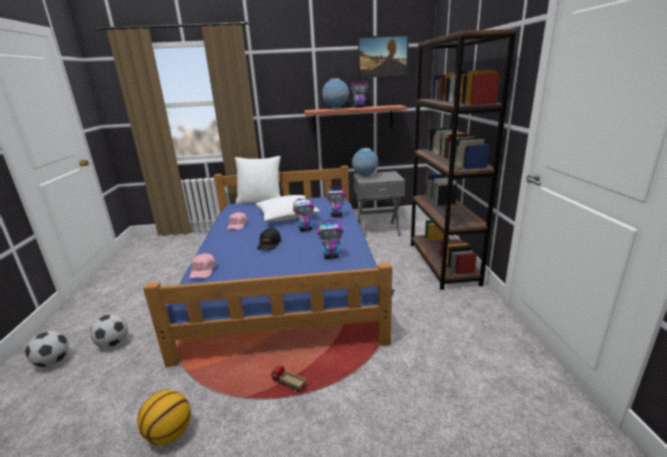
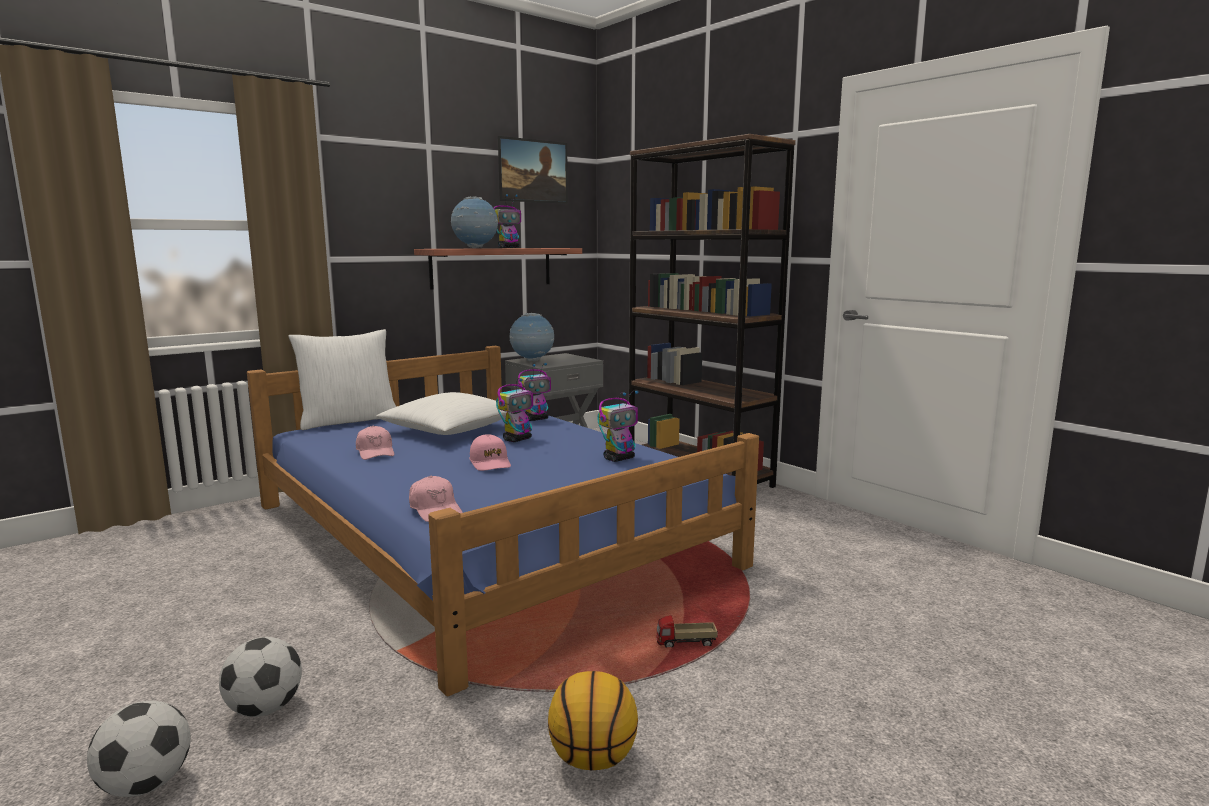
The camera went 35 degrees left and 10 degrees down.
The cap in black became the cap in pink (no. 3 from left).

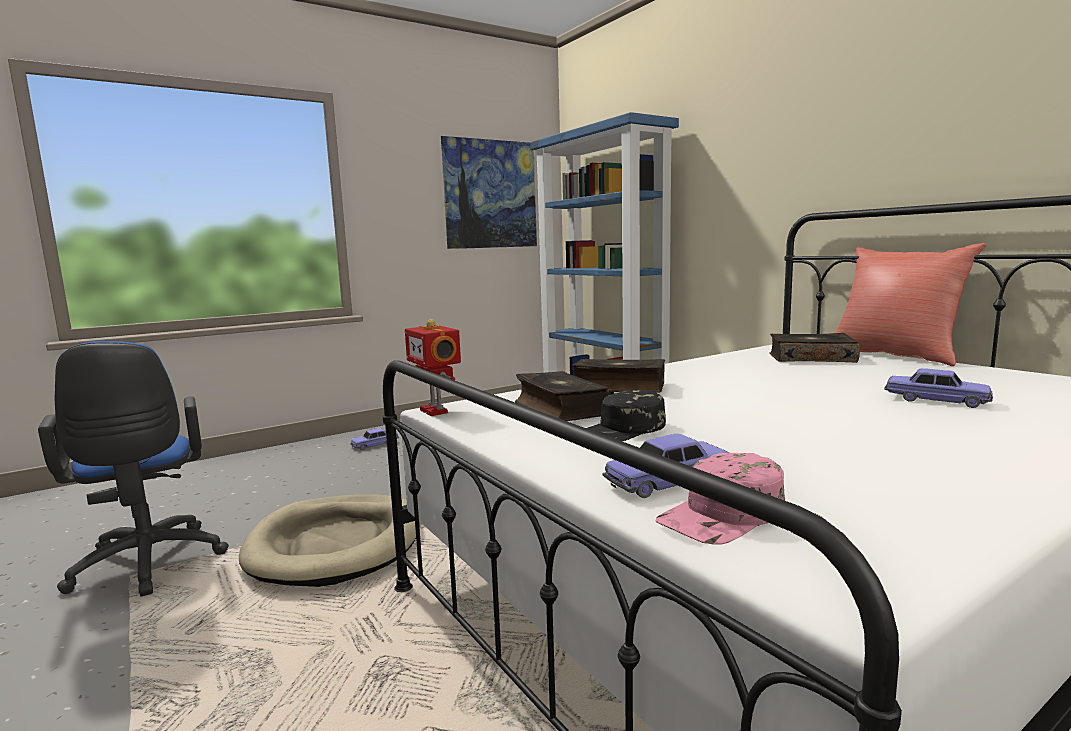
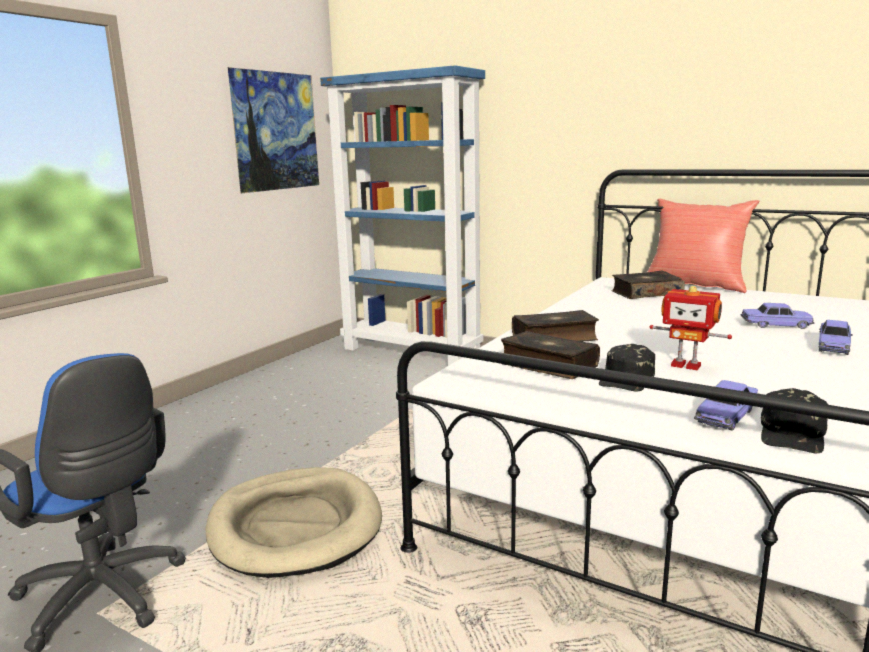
The camera went 25 degrees left and 5 degrees up.
The toy car (no. 1 from left in the first image) moved.
The toy robot moved.
The cap in pink became the cap in black (no. 2 from left).

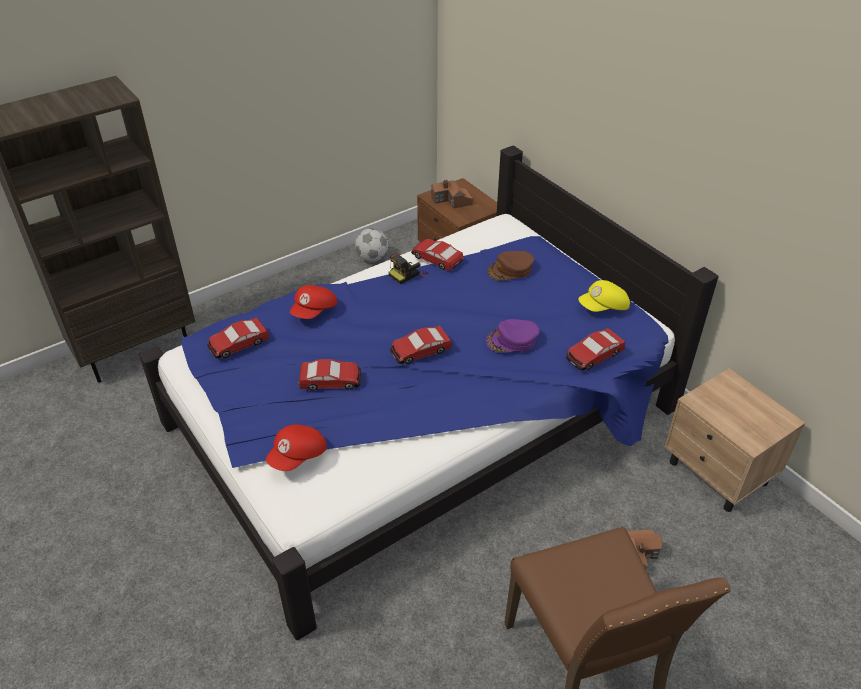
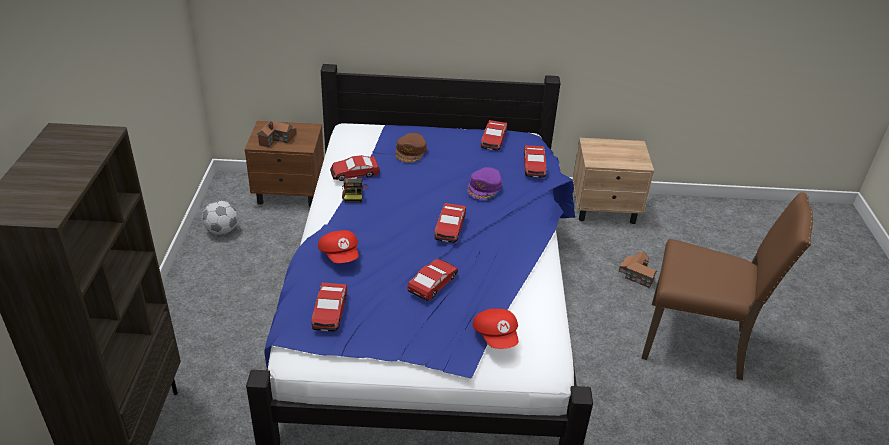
The camera went 55 degrees left and 5 degrees down.
The cap in yellow was replaced by the toy car (no. 5 from left).

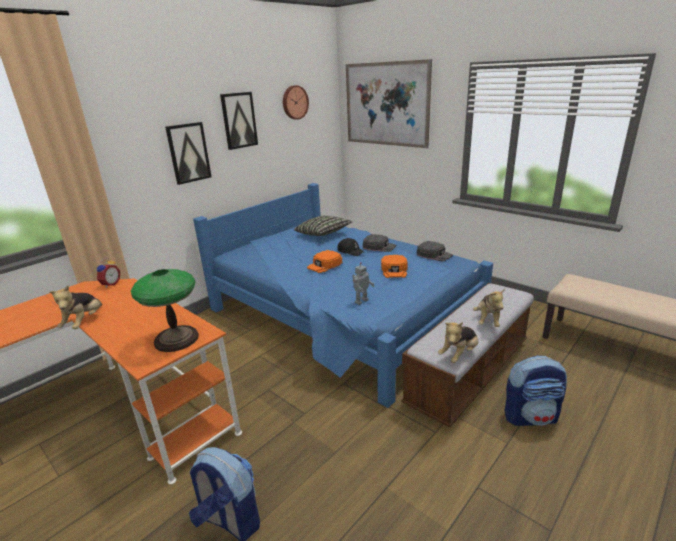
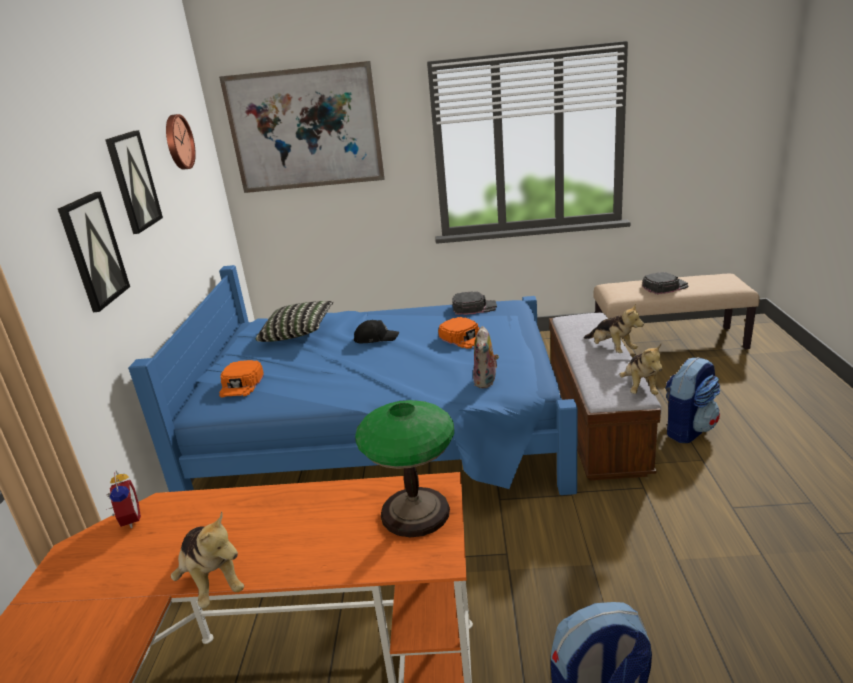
The camera went 40 degrees left and 0 degrees up.
The cap in orange (no. 1 from left) moved.
The toy robot was replaced by the plush toy (no. 2 from left).
The cap in black (no. 2 from left in the first image) moved.

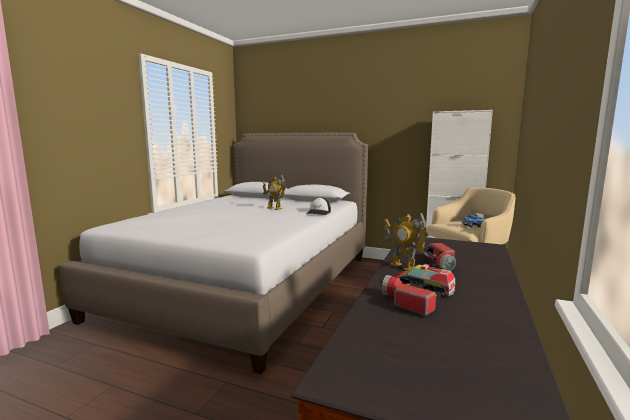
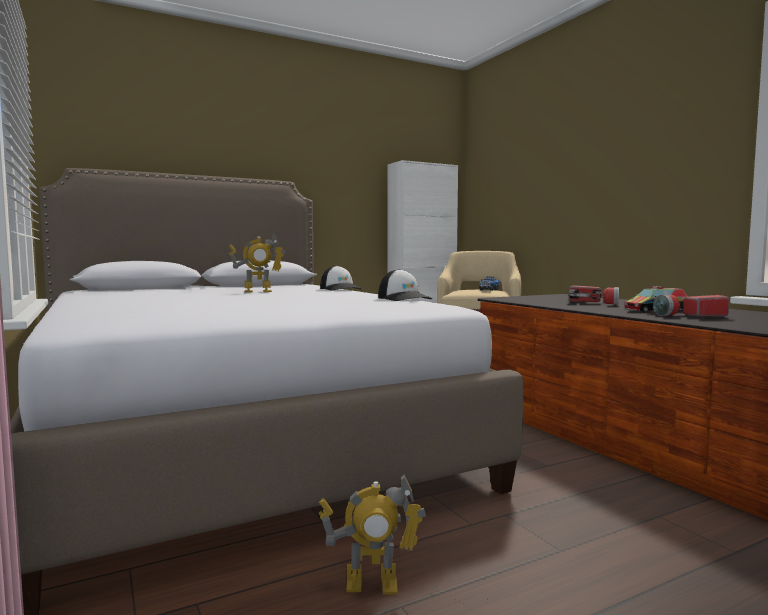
The camera went 50 degrees left and 5 degrees down.
The toy robot (no. 2 from left) moved.
The cap (no. 2 from left) appeared.

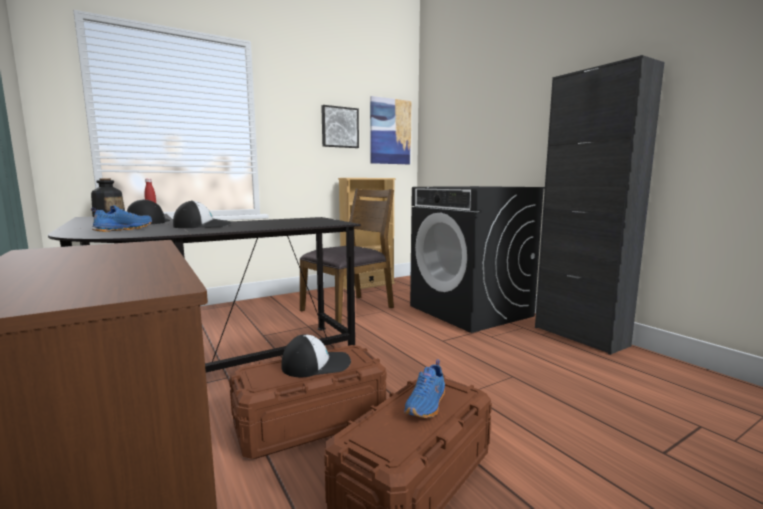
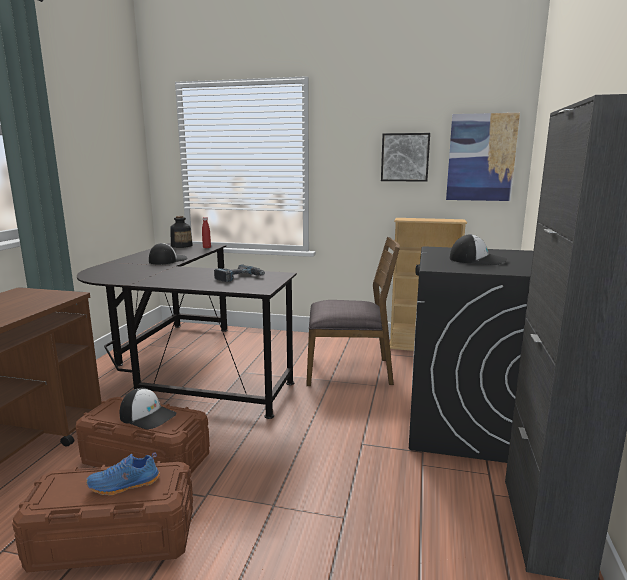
The camera went 45 degrees right and 5 degrees up.
The shoe in blue (no. 1 from left) disappeared.
The cap (no. 2 from left in the first image) moved.
The power drill appeared.

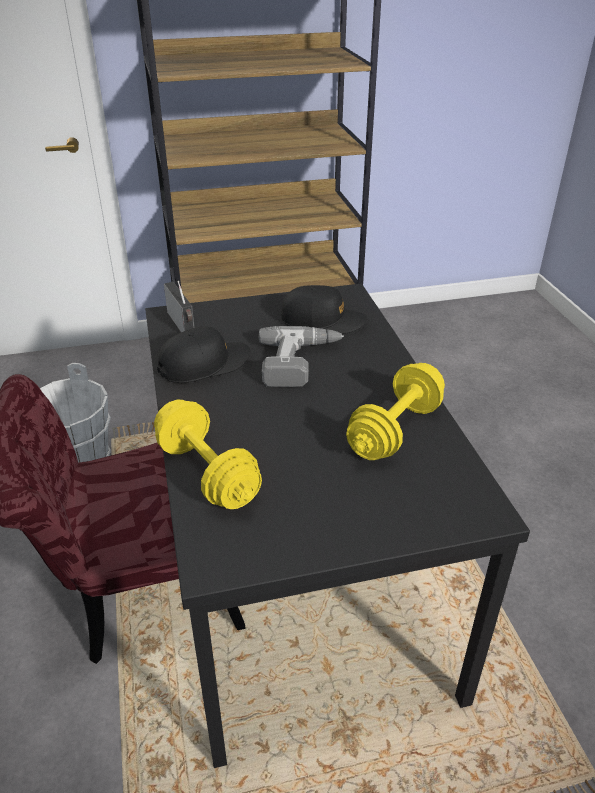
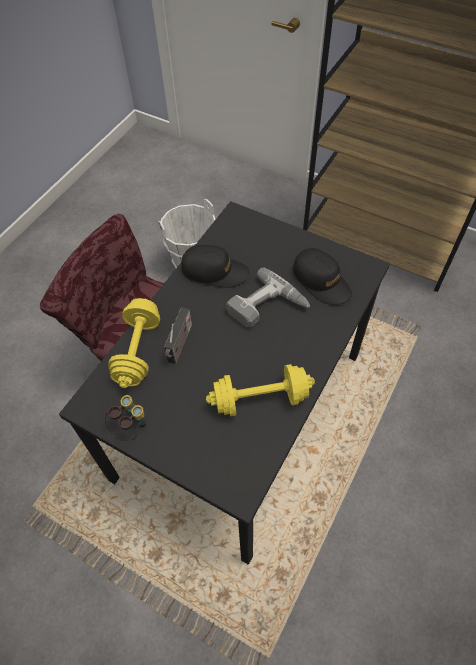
The camera went 45 degrees right and 20 degrees up.
The radio moved.
The binoculars appeared.

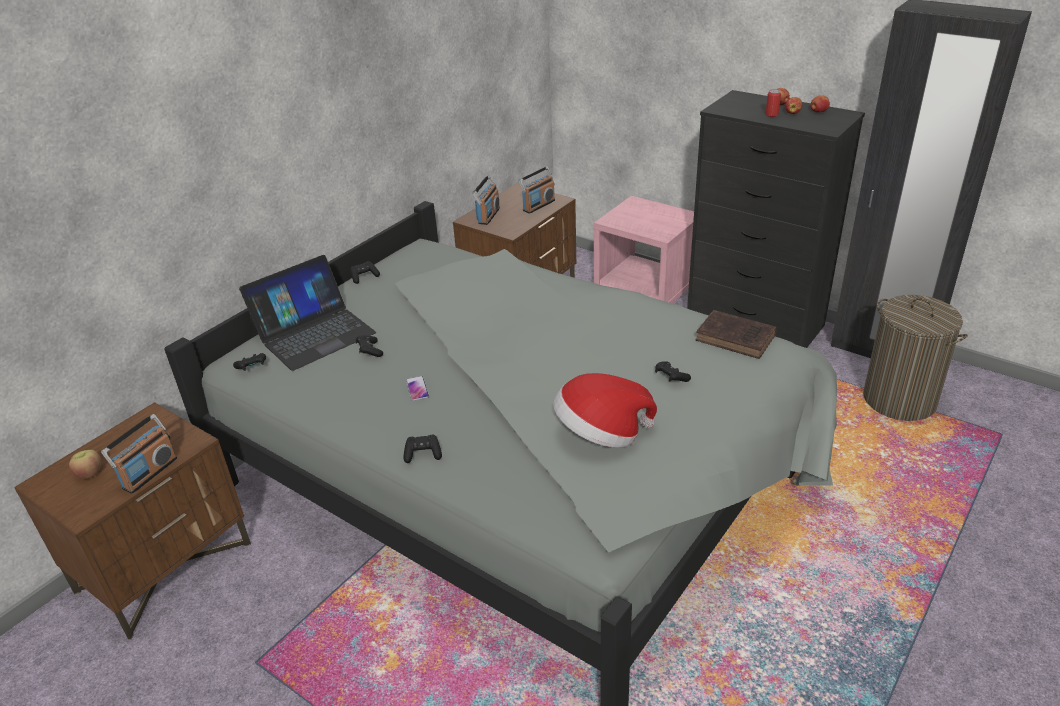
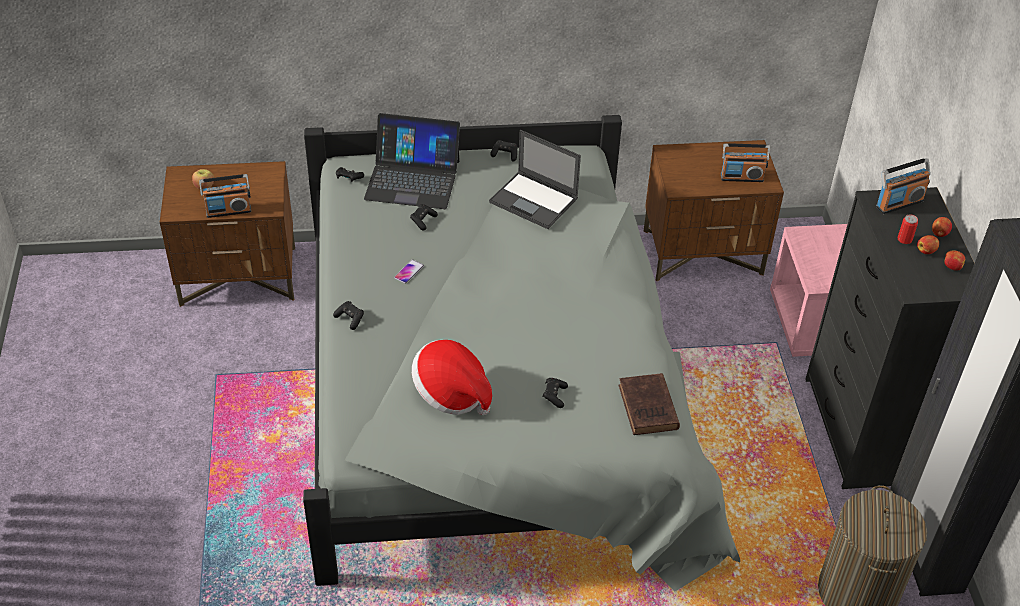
The camera went 45 degrees right and 10 degrees up.
The radio (no. 2 from left in the first image) moved.
The laptop (no. 2 from left) appeared.

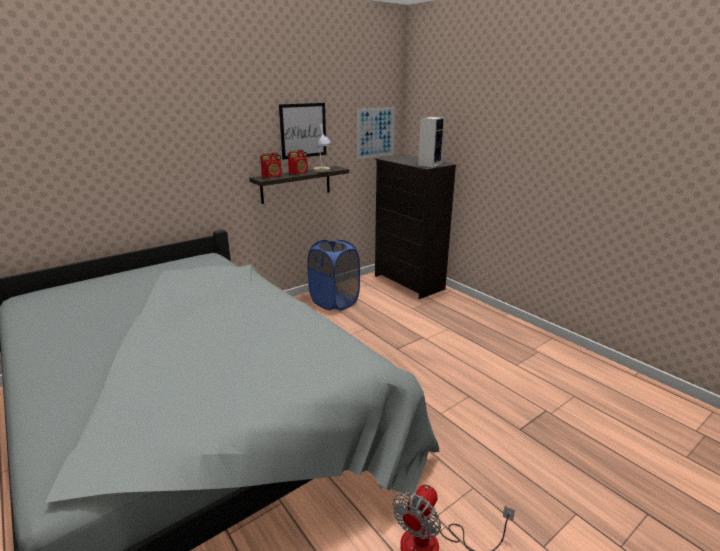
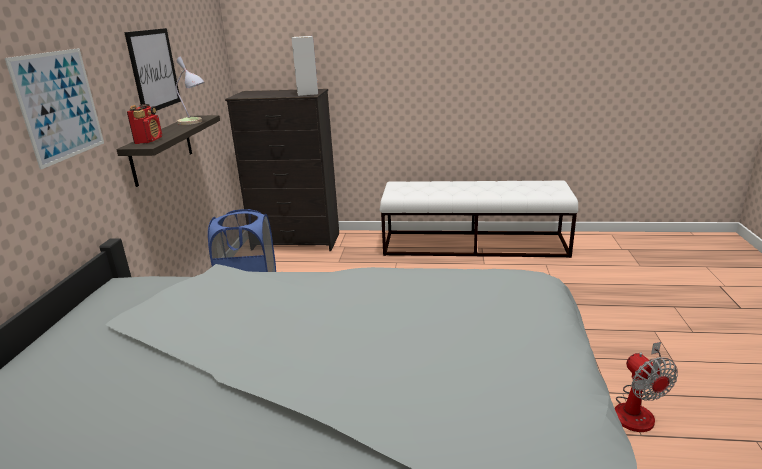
The camera went 45 degrees left and 0 degrees up.
The radio (no. 2 from left) disappeared.
The picture (no. 2 from left in the first image) moved.
The bench in white appeared.

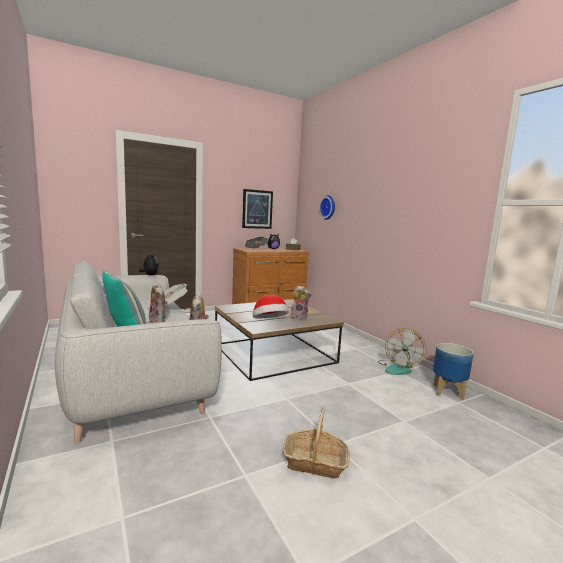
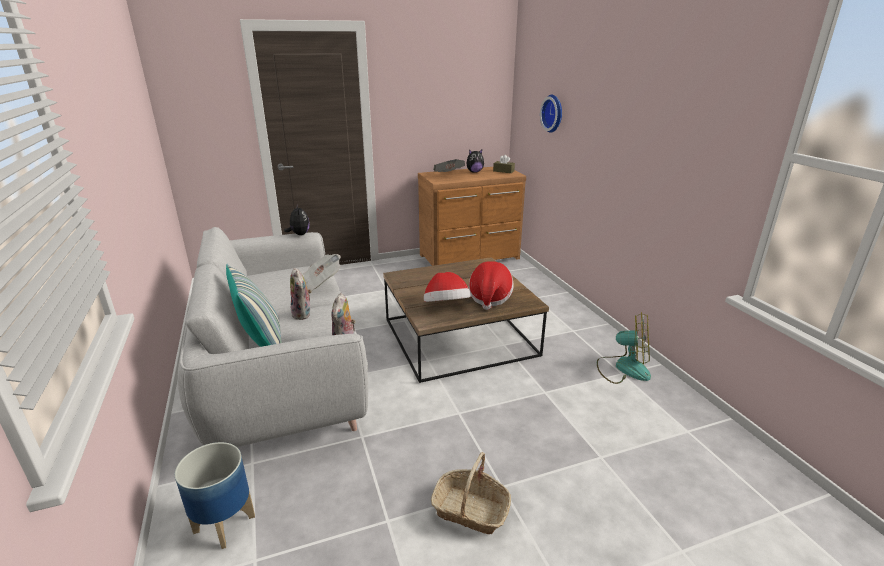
The camera went 10 degrees right and 15 degrees up.
The picture disappeared.
The plush toy (no. 5 from left) was replaced by the hat (no. 2 from left).
The fan turned 105 degrees counterclockwise.
The planter moved.

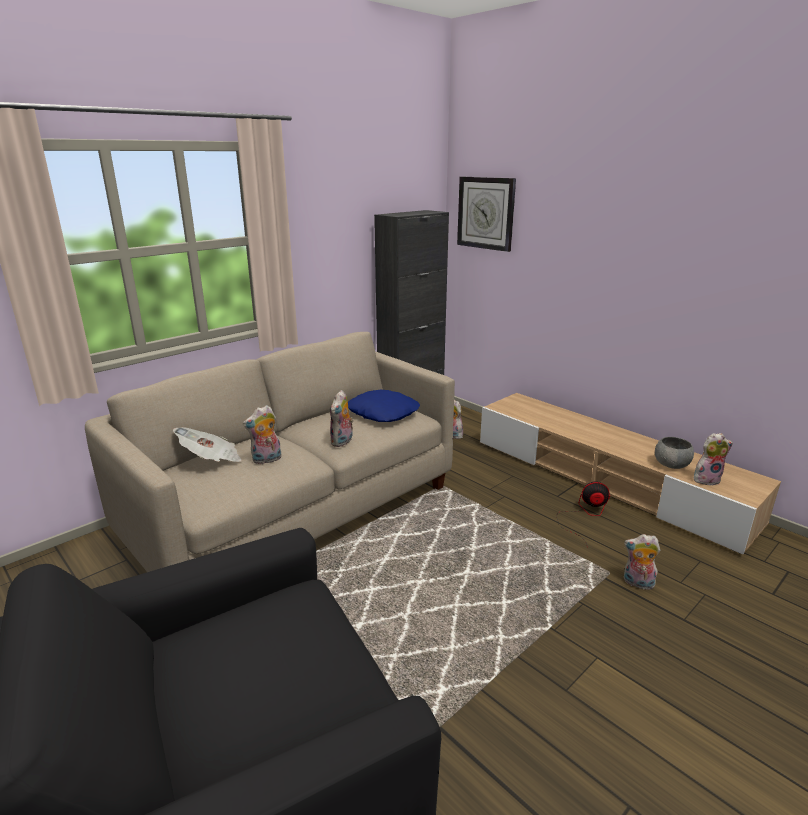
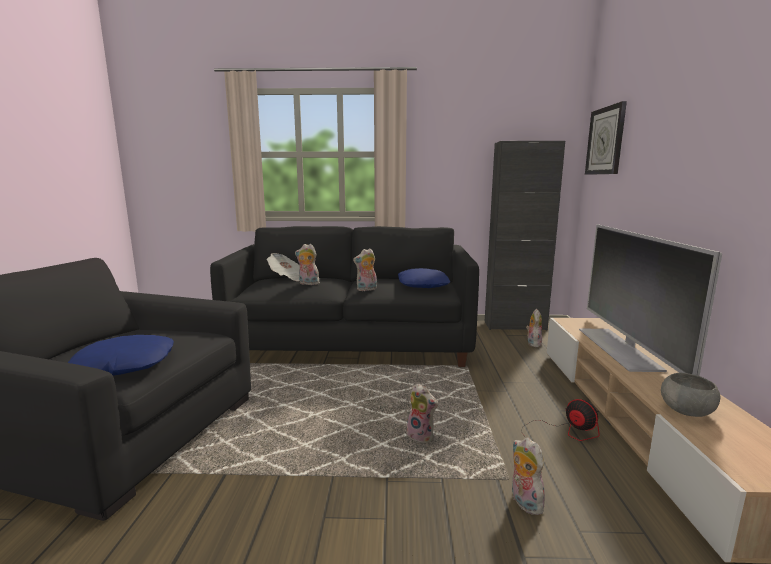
The camera went 45 degrees right and 10 degrees down.
The sofa in beige became the sofa in black.
The plush toy (no. 5 from left in the first image) moved.
The pillow in blue (no. 1 from left) appeared.
The television appeared.

